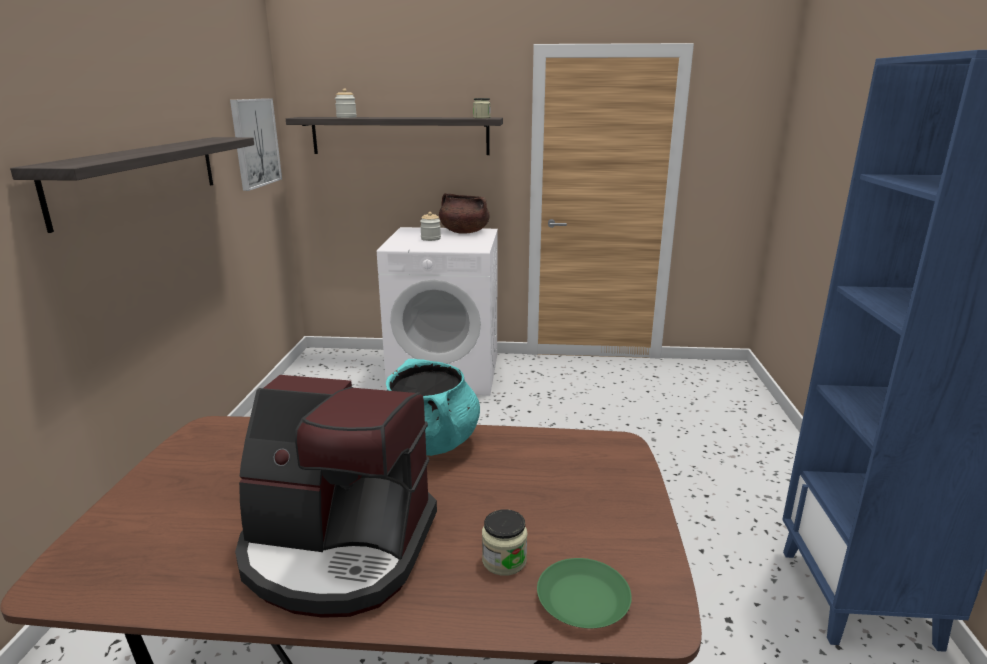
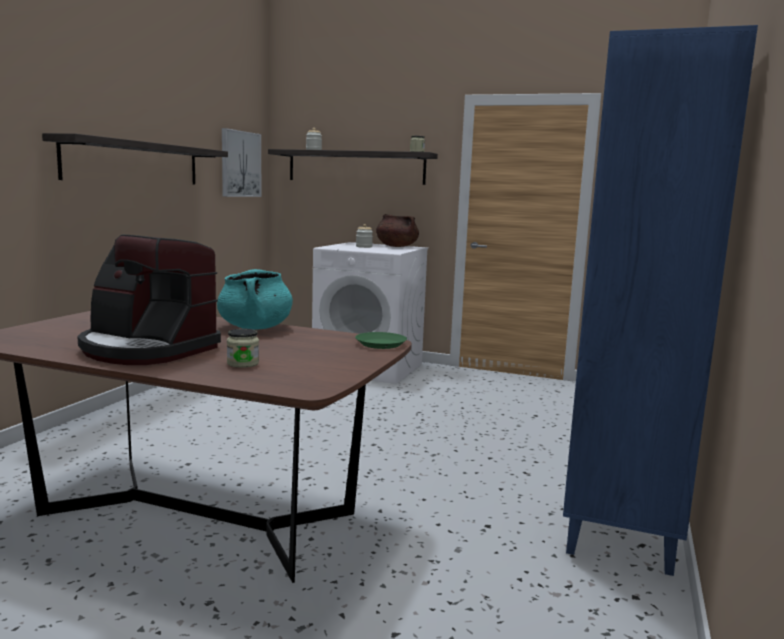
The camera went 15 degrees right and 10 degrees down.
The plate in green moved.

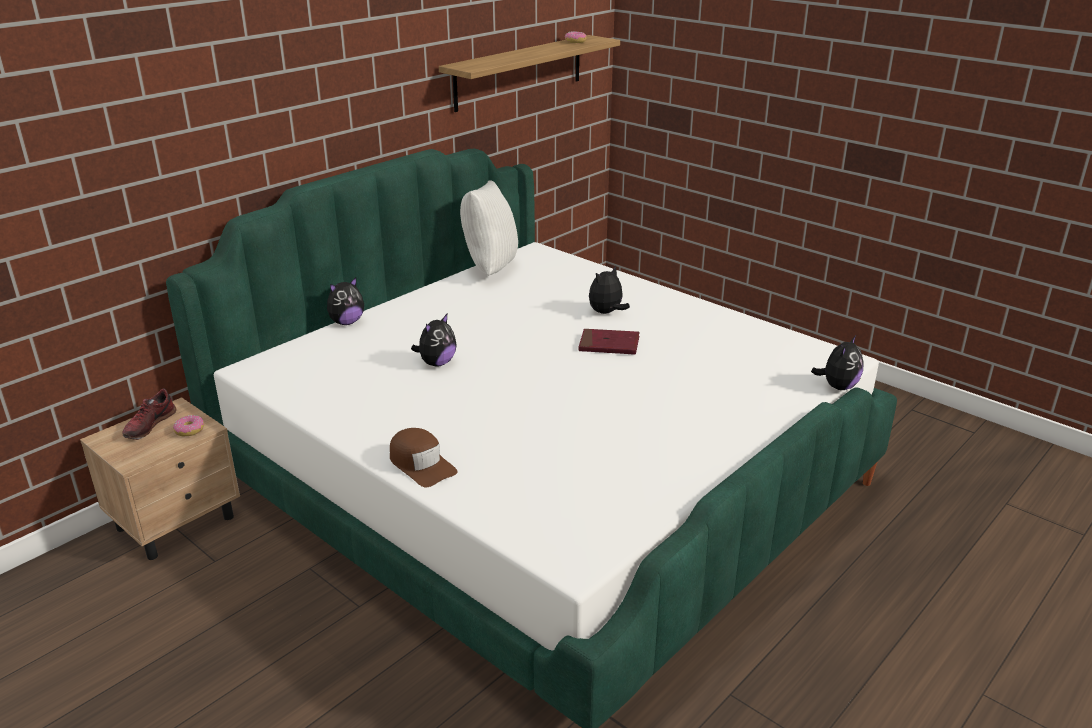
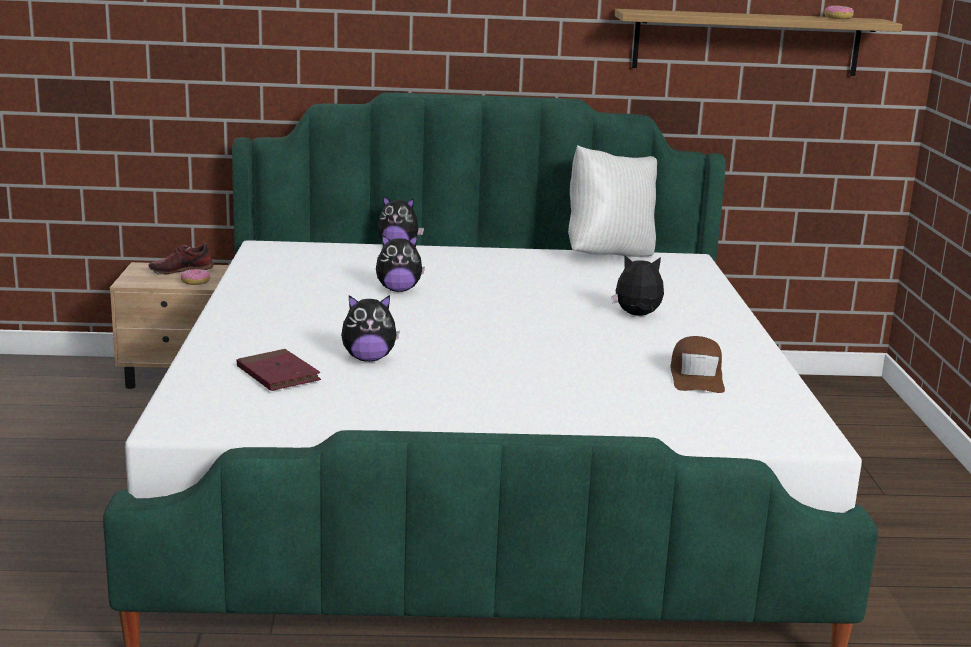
The camera went 45 degrees right and 10 degrees down.
The cap in brown moved.
The book in red moved.
The plush toy (no. 4 from left in the first image) moved.

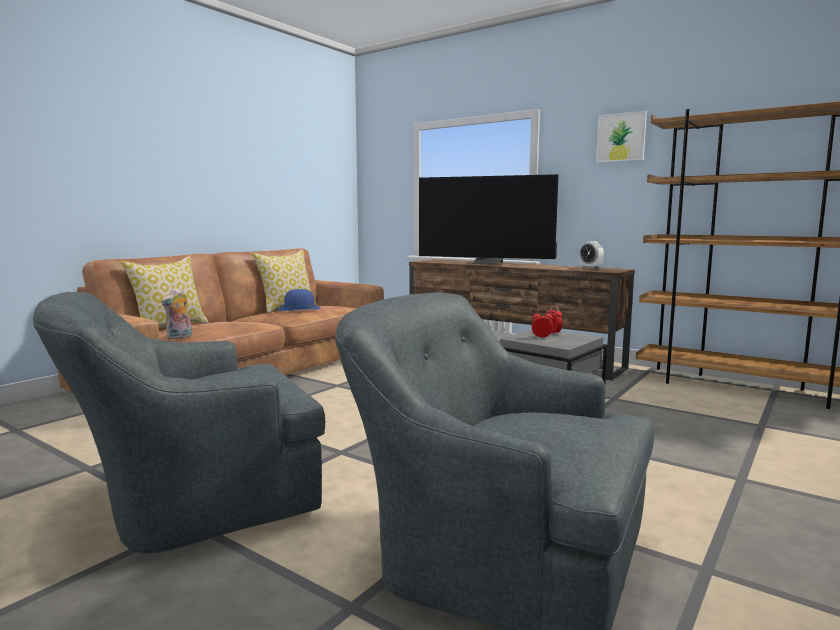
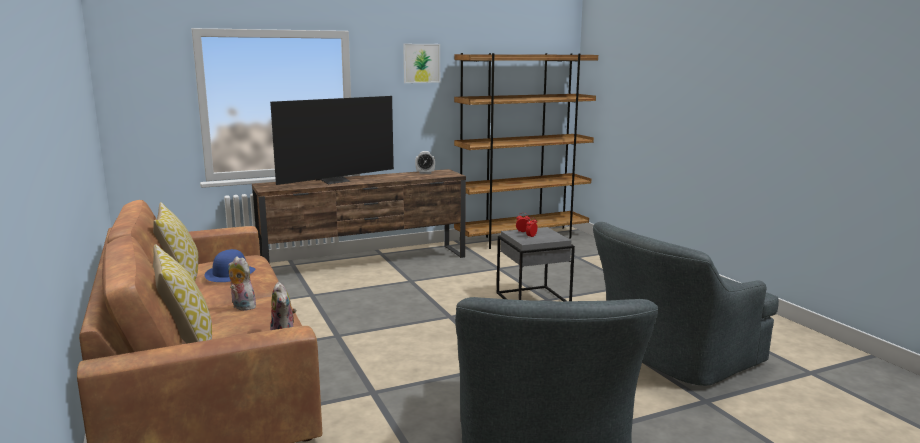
The camera went 60 degrees left and 5 degrees up.
The plush toy (no. 1 from left) appeared.

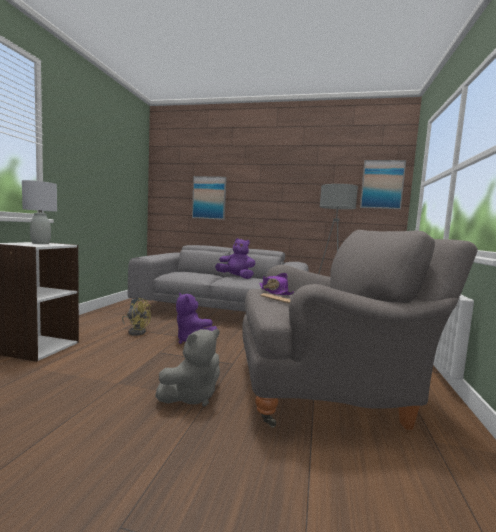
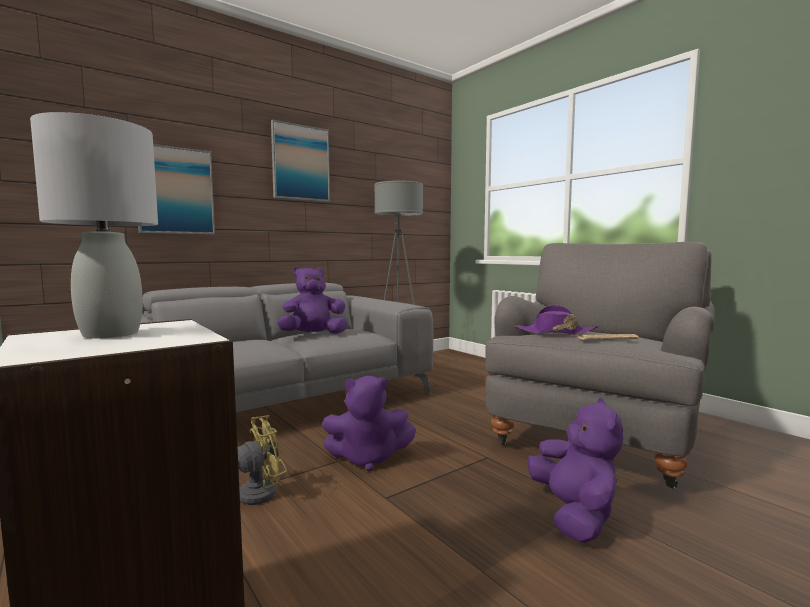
The camera went 50 degrees left and 0 degrees up.
The plush toy in grey became the plush toy in purple (no. 3 from left).
The picture (no. 2 from left) moved.

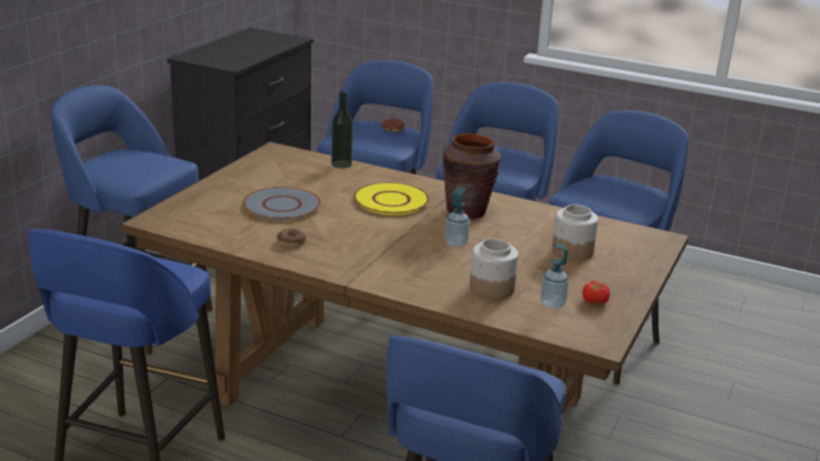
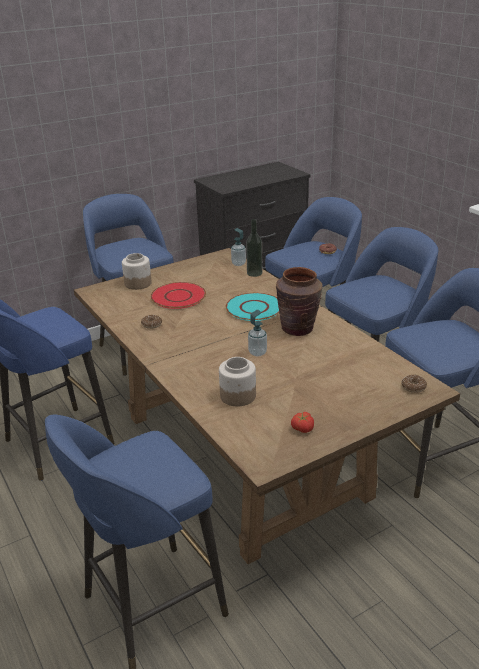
The camera went 35 degrees right and 5 degrees up.
The plate in grey became the plate in red.
The plate in yellow became the plate in turquoise.
The soap dispenser (no. 2 from left in the first image) moved.
The jar (no. 2 from left in the first image) moved.
The donut (no. 3 from left) appeared.

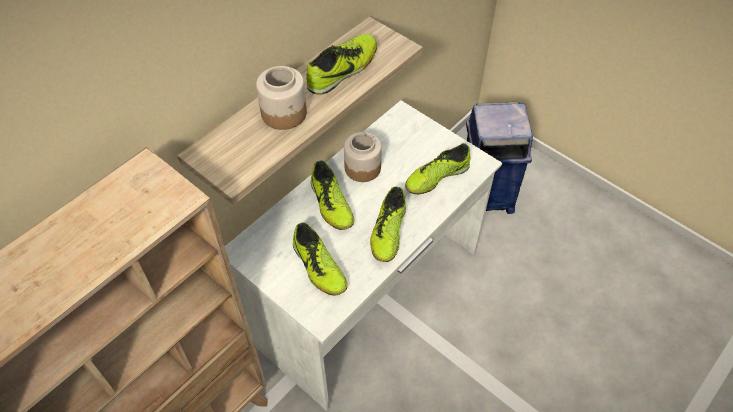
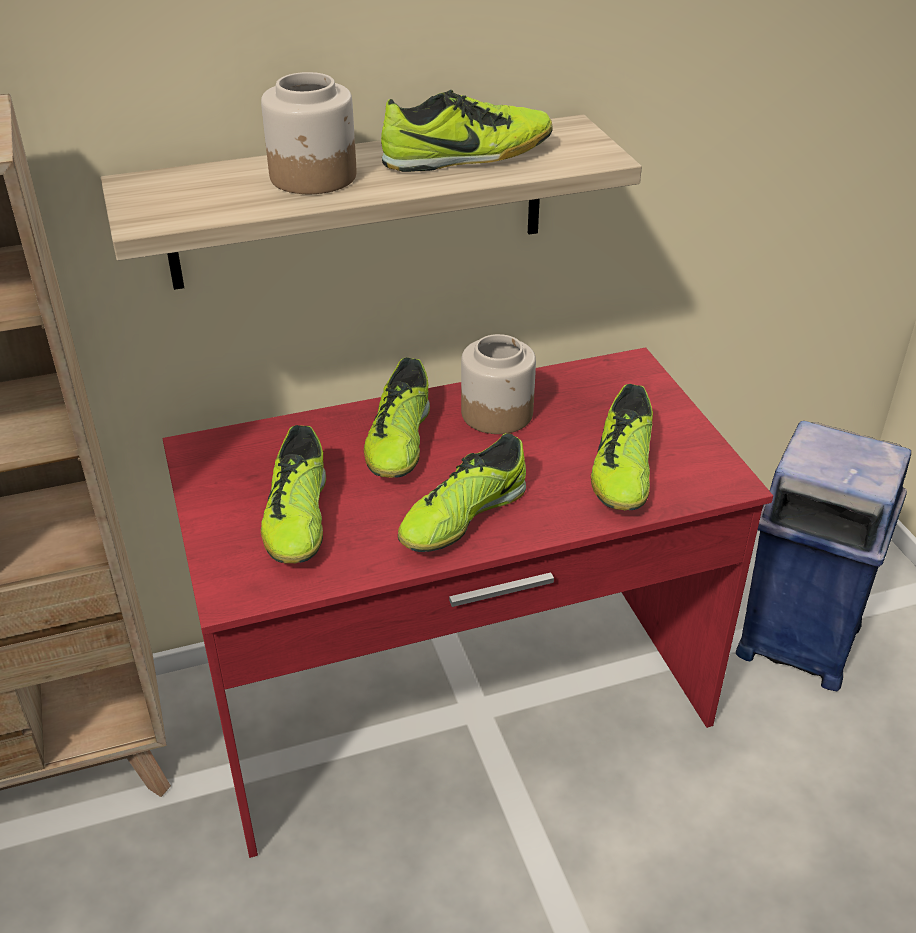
The camera went 30 degrees right and 15 degrees down.
The desk in white became the desk in red.
The shoe (no. 5 from left) turned 75 degrees counterclockwise.

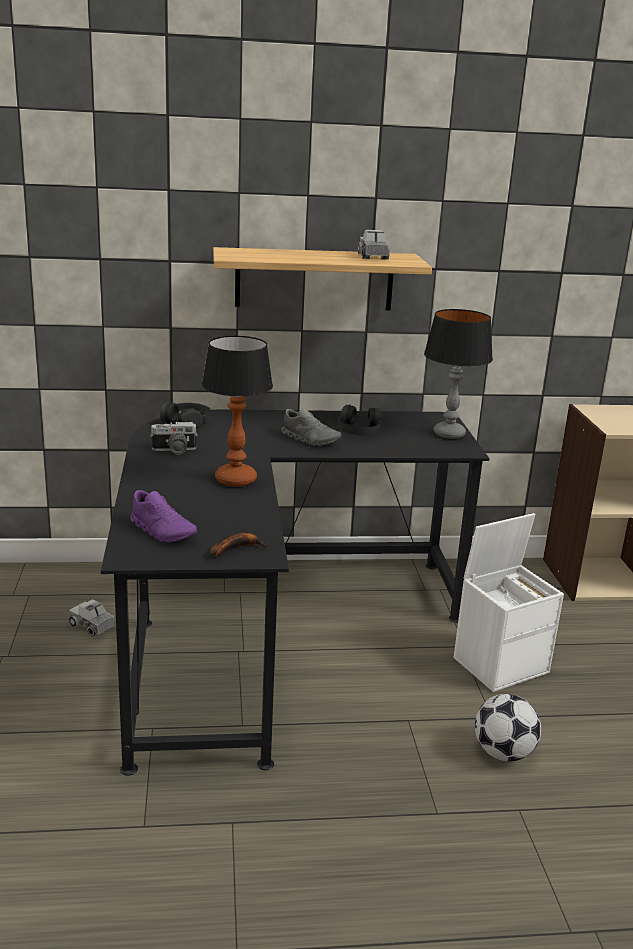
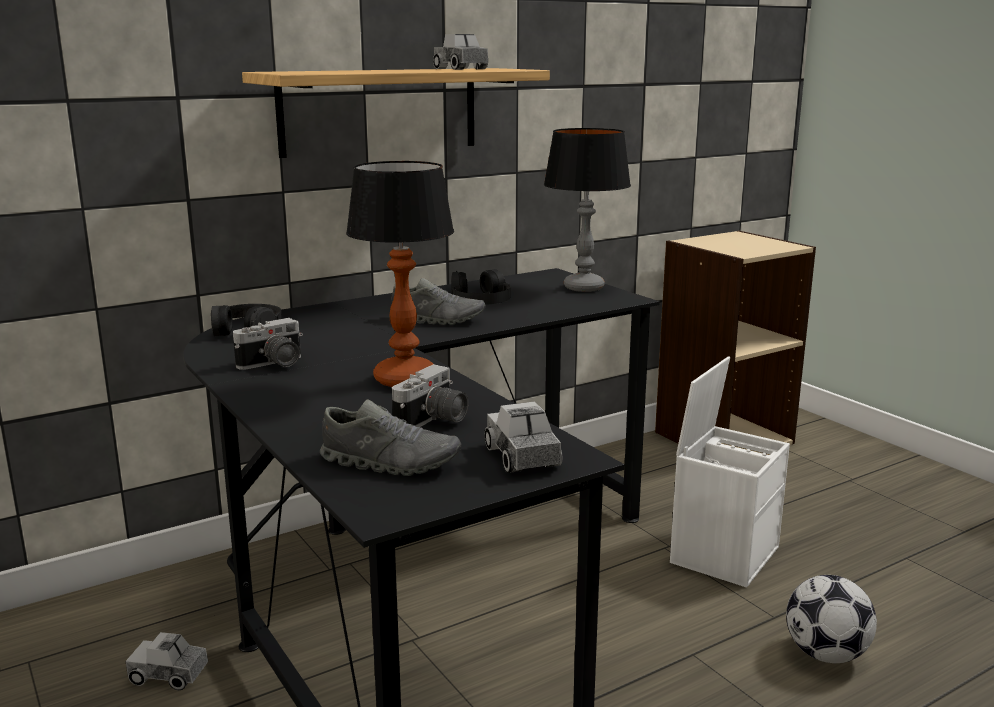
The camera went 25 degrees left and 5 degrees down.
The shoe in purple became the shoe in grey (no. 1 from left).
The banana was replaced by the toy truck (no. 3 from left).
The photo camera (no. 2 from left) appeared.

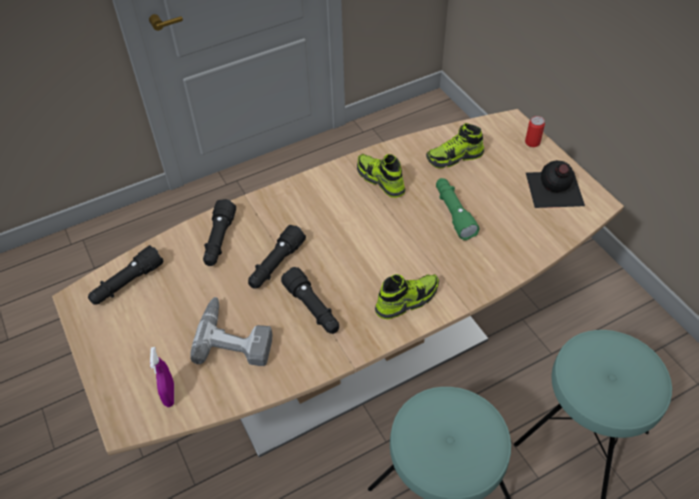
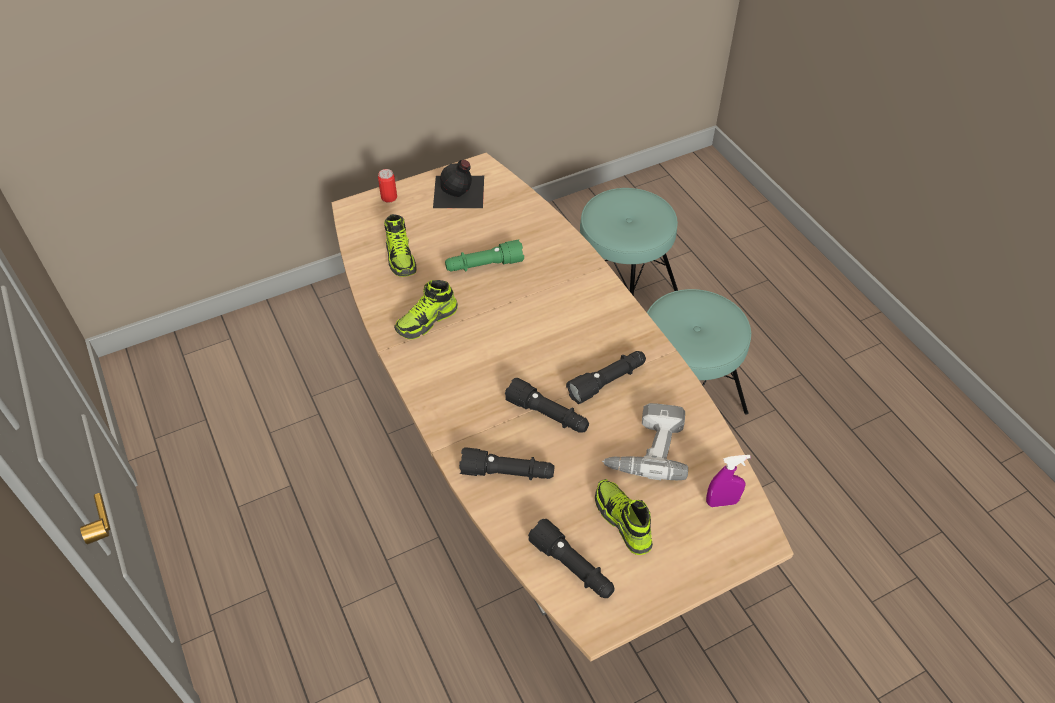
The camera went 90 degrees left and 0 degrees up.
The shoe (no. 2 from left in the first image) moved.

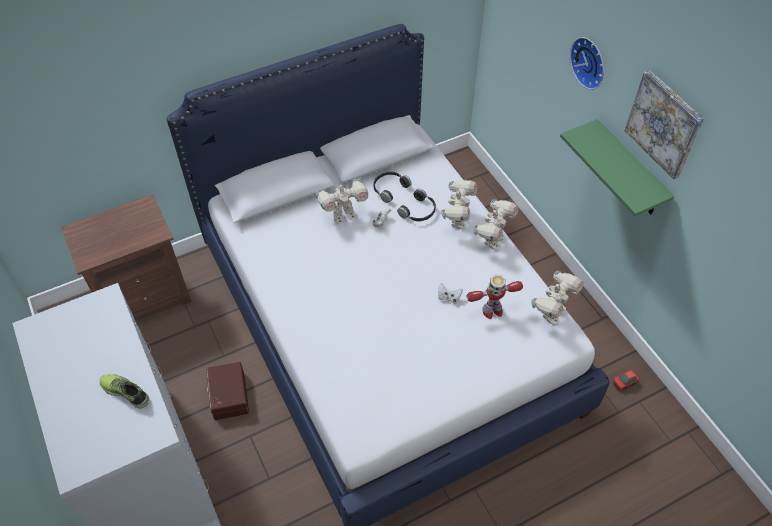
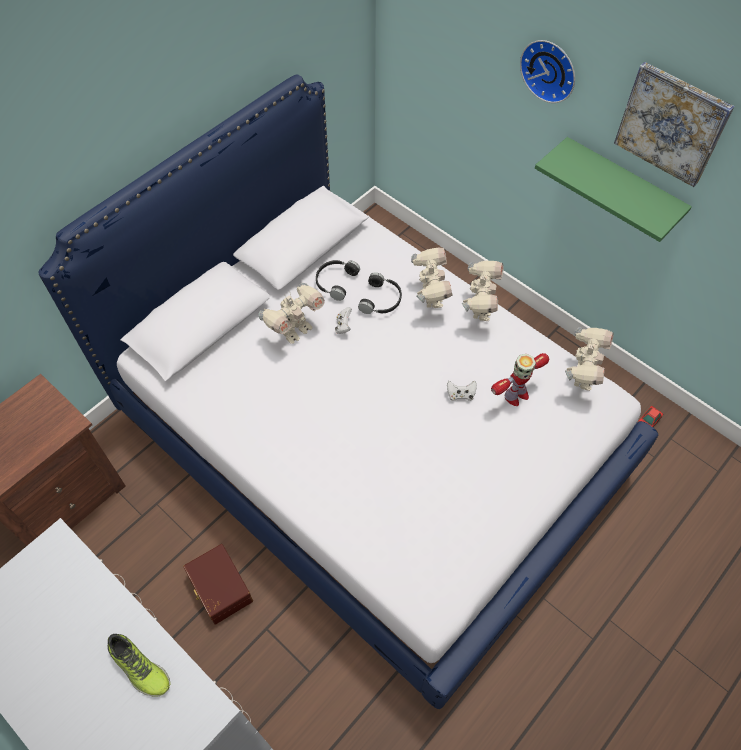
The camera went 20 degrees left and 5 degrees up.
The shoe turned 150 degrees counterclockwise.

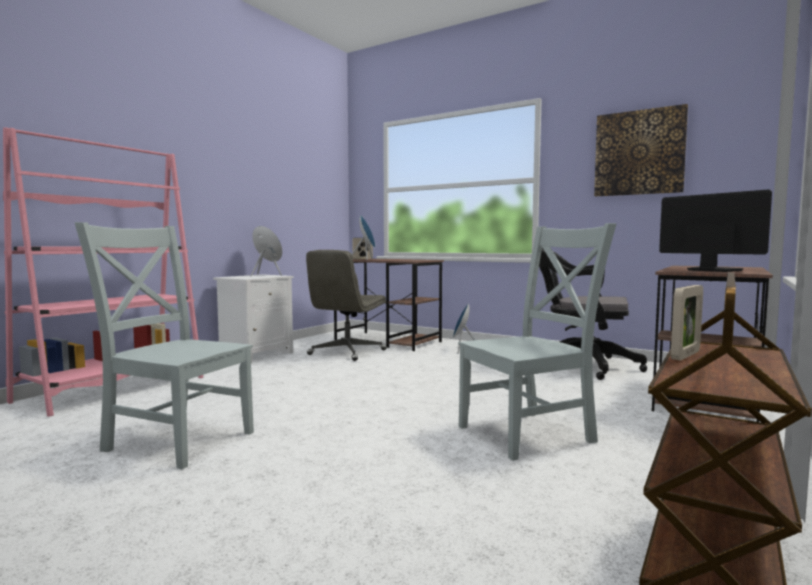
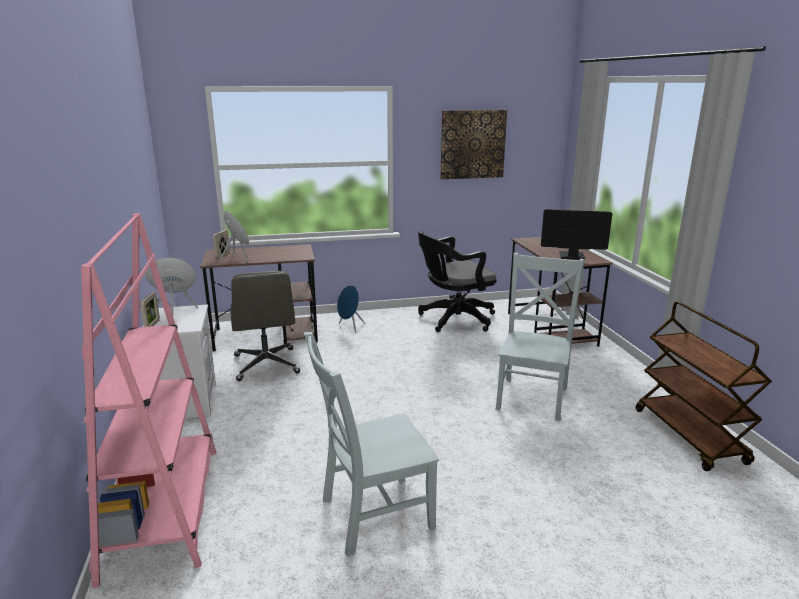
The camera went 45 degrees left and 15 degrees up.
The picture frame (no. 2 from left in the first image) moved.

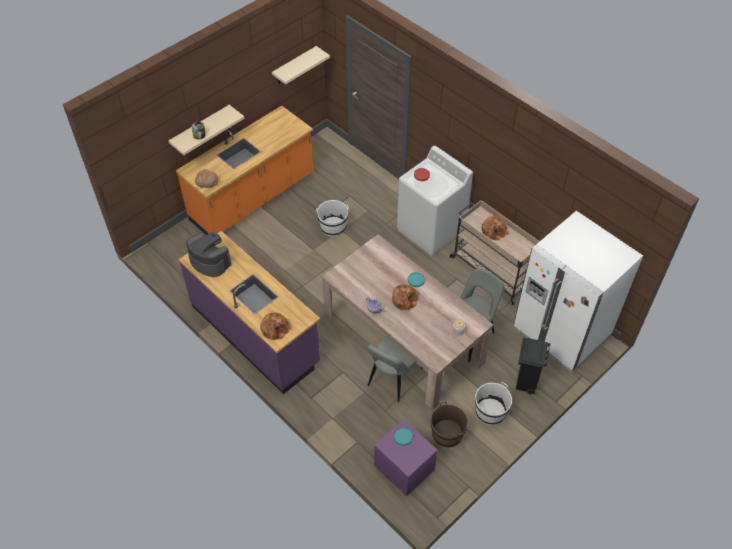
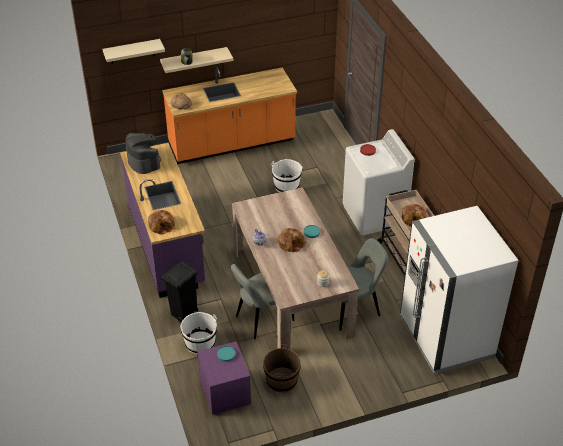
The camera went 25 degrees right and 10 degrees down.
The shelf in beige (no. 2 from left in the first image) moved.
The bucket in white (no. 2 from left in the first image) moved.
The trash can in black moved.

